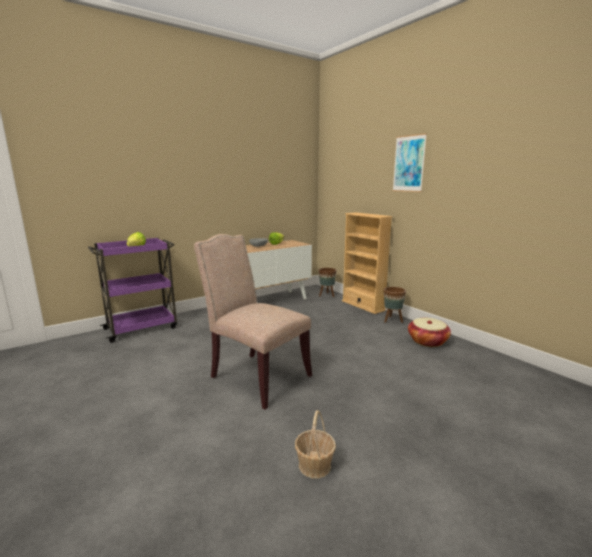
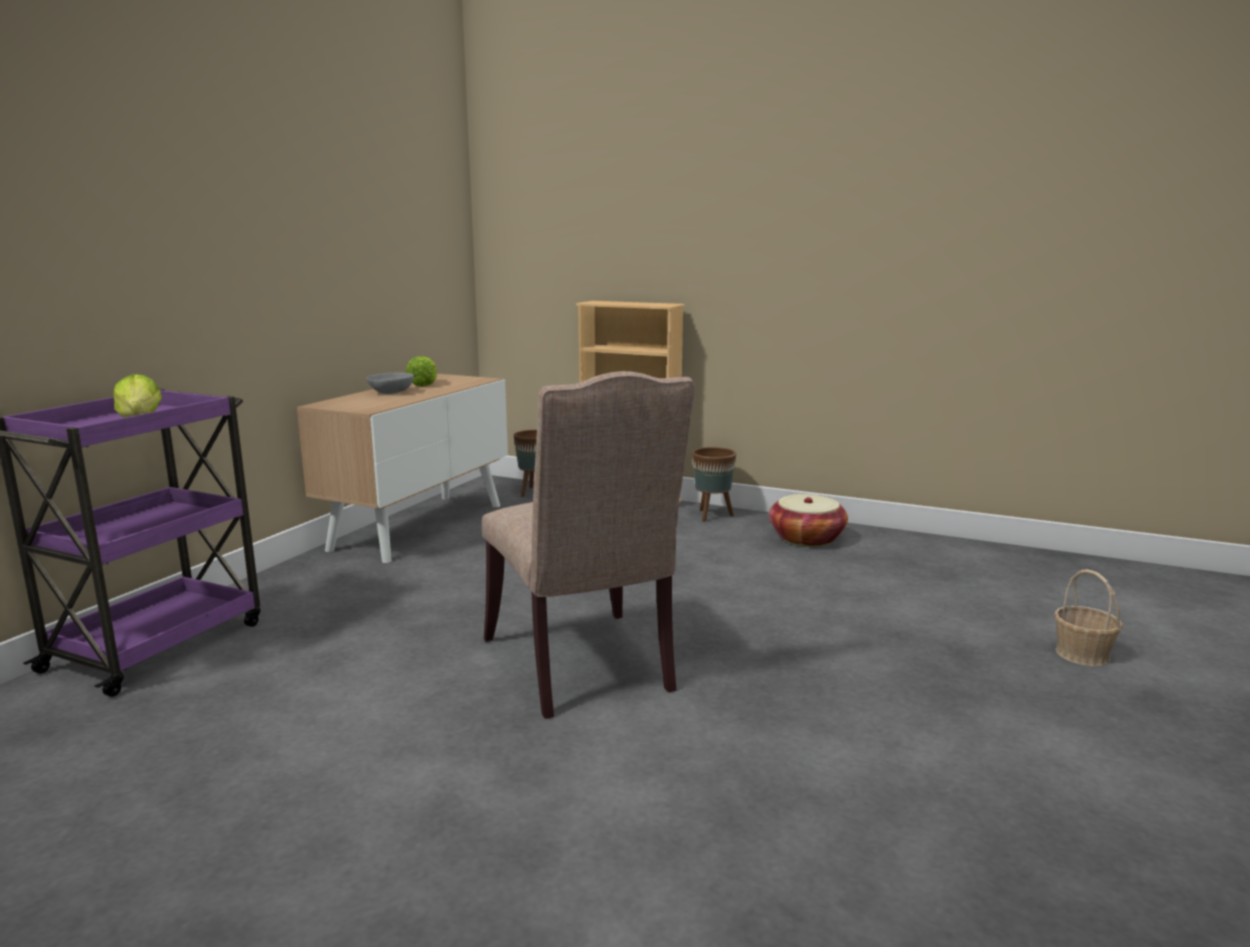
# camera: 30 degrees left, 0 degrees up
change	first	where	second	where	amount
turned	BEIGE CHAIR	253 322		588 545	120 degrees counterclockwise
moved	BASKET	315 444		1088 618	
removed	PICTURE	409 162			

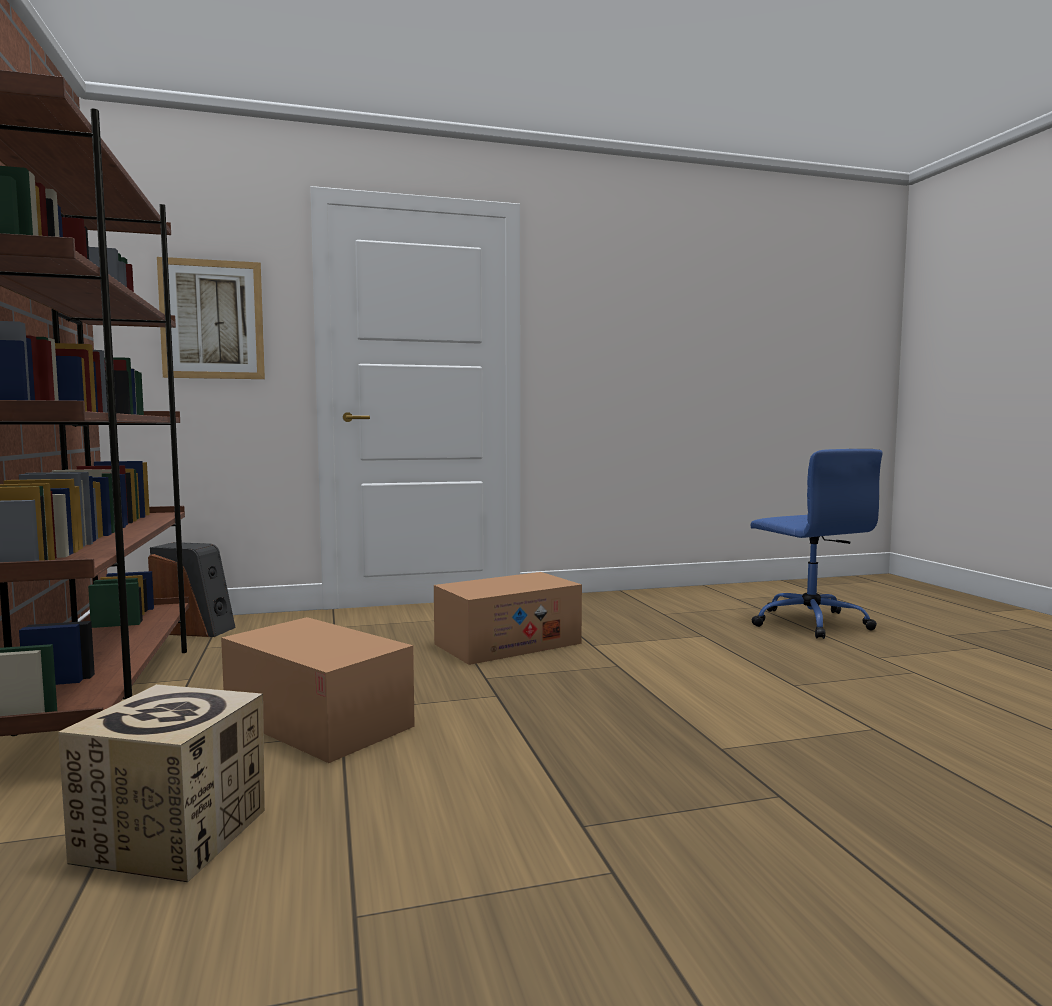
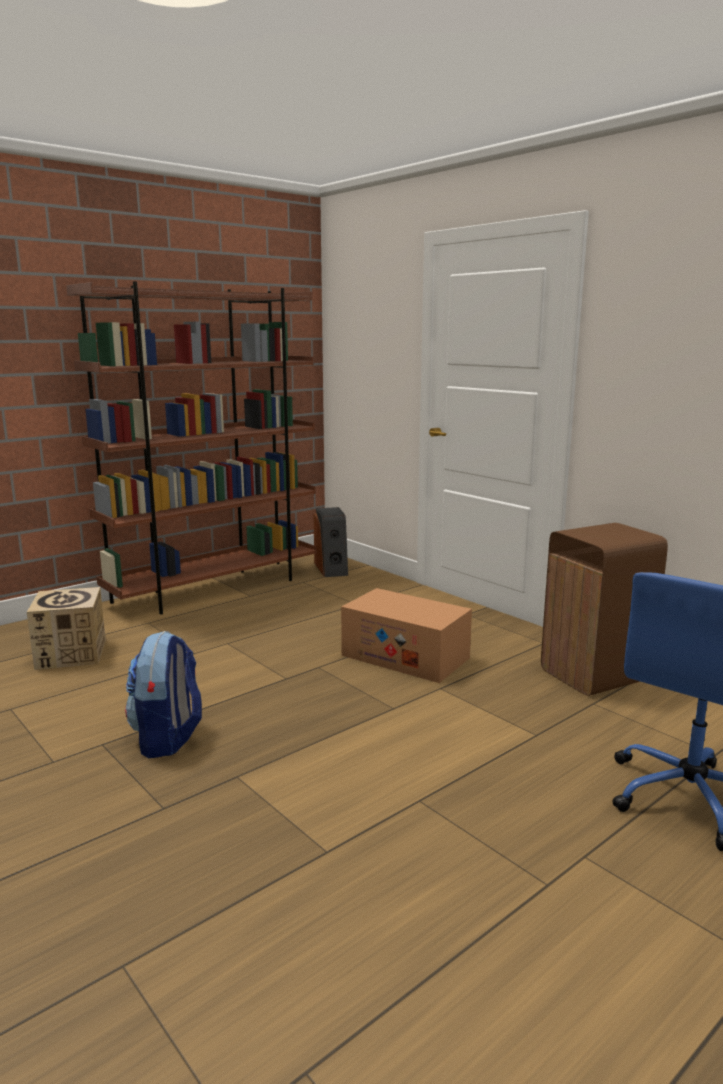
# camera: 65 degrees right, 10 degrees up
change	first	where	second	where	amount
added			BACKPACK	163 694	
added			BROWN TRASH CAN	604 609	
removed	PICTURE	211 318			
removed	CARDBOARD BOX	318 690			

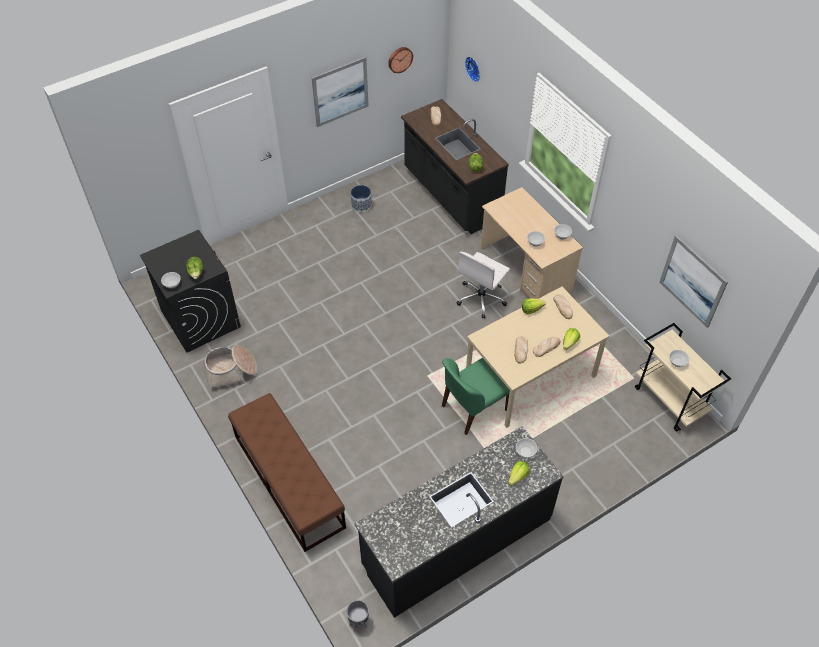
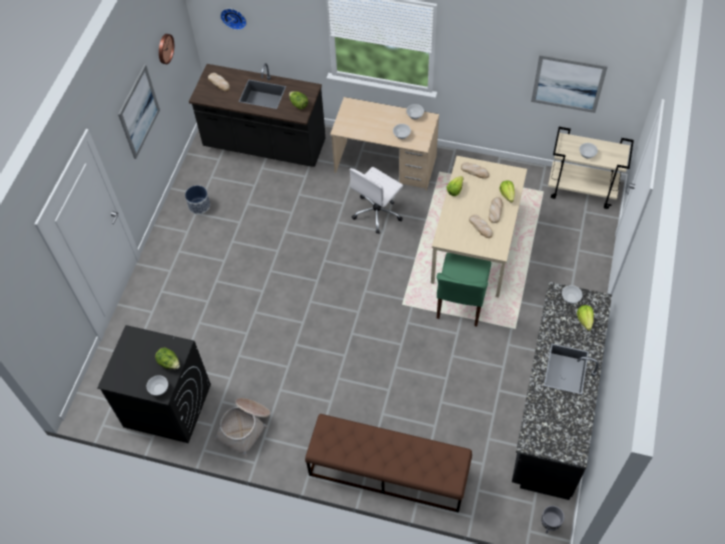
# camera: 40 degrees left, 5 degrees up
change	first	where	second	where	amount
turned	WHITE OFFICE CHAIR	483 285		376 200	45 degrees clockwise

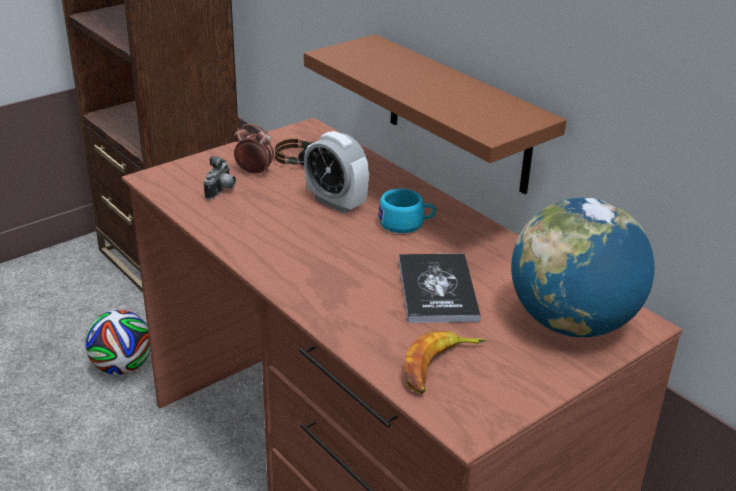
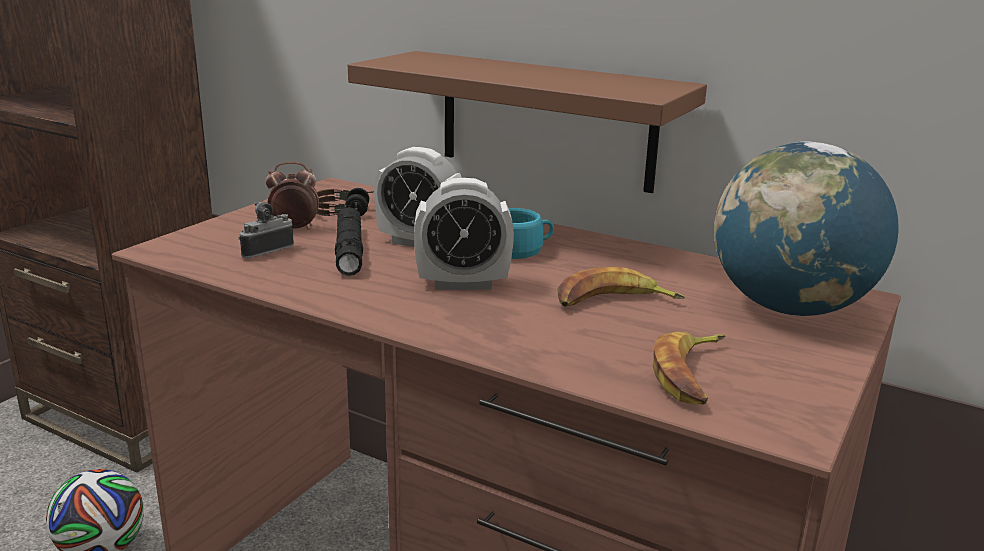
# camera: 20 degrees left, 10 degrees down
change	first	where	second	where	amount
turned	PHOTO CAMERA	220 177		266 230	135 degrees counterclockwise
added			BLACK FLASHLIGHT	349 241	
added			ALARM CLOCK	464 234	
replaced	BOOK	440 288	BANANA	621 287	

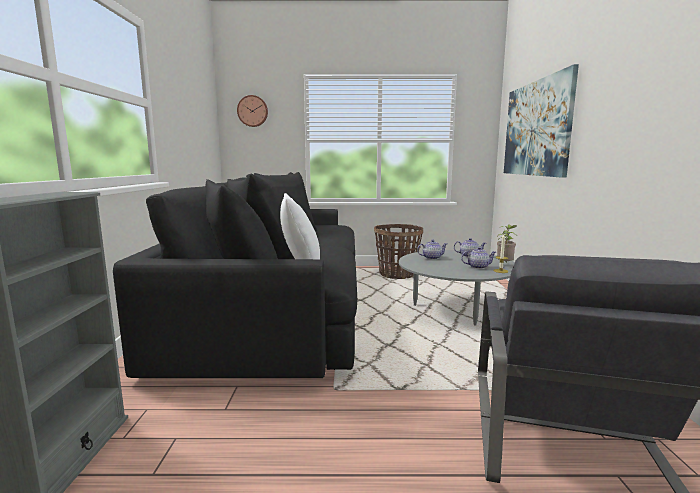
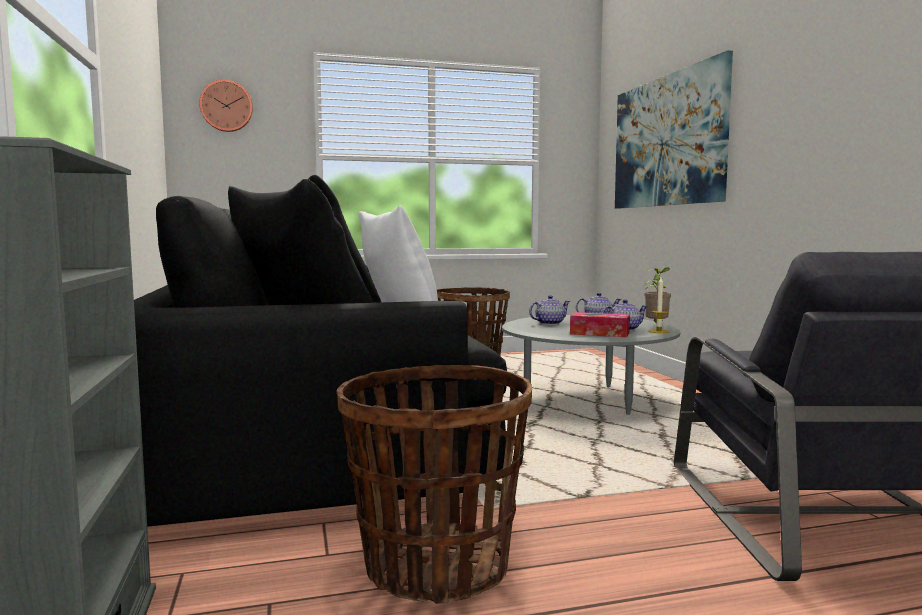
# camera: 15 degrees left, 5 degrees down
change	first	where	second	where	amount
added			BASKET	434 484	
added			TISSUE BOX	600 325	

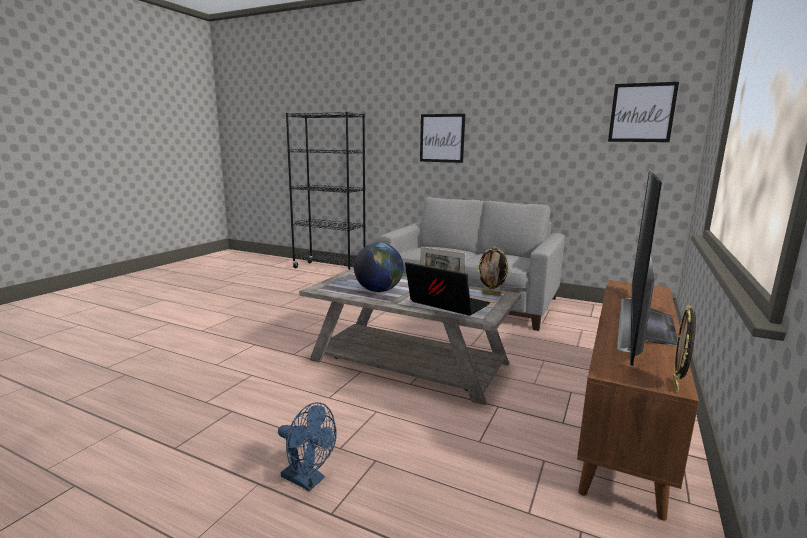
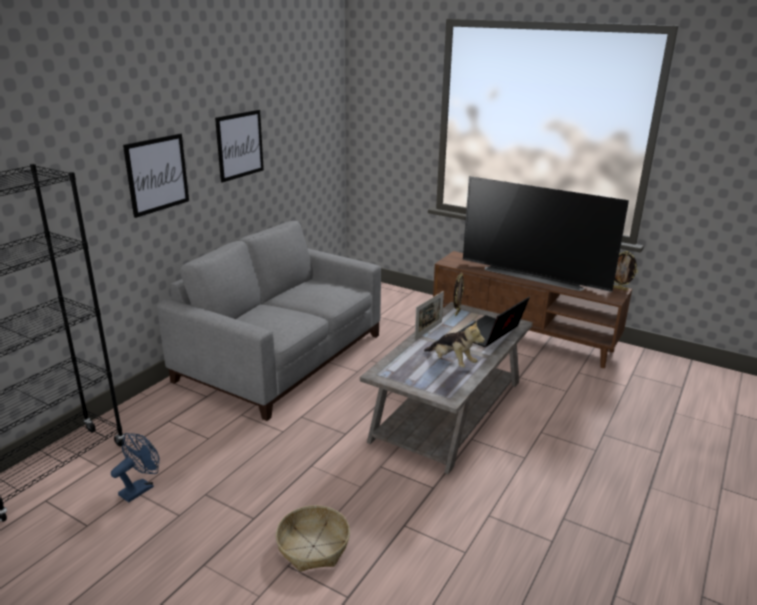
# camera: 85 degrees left, 10 degrees up
change	first	where	second	where	amount
moved	BLUE FAN	307 446		135 467	
moved	PICTURE	643 112		239 146	
added			BASKET	313 538	
replaced	GLOBE	379 267	PLUSH TOY	454 343	

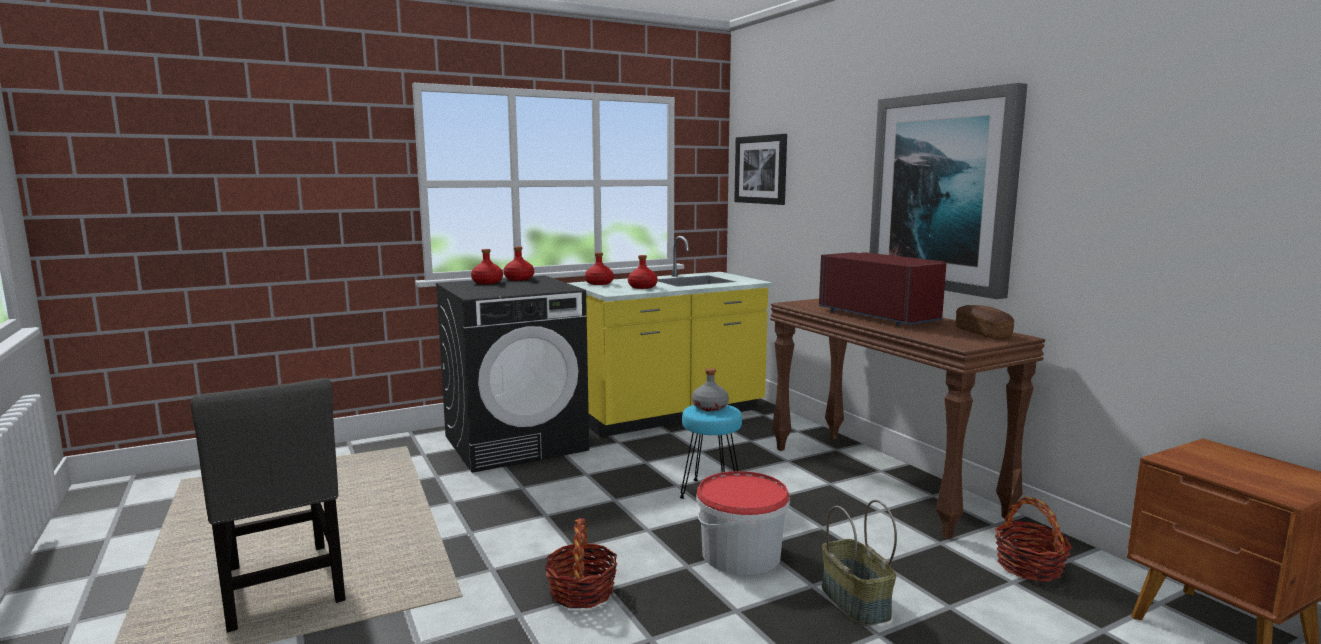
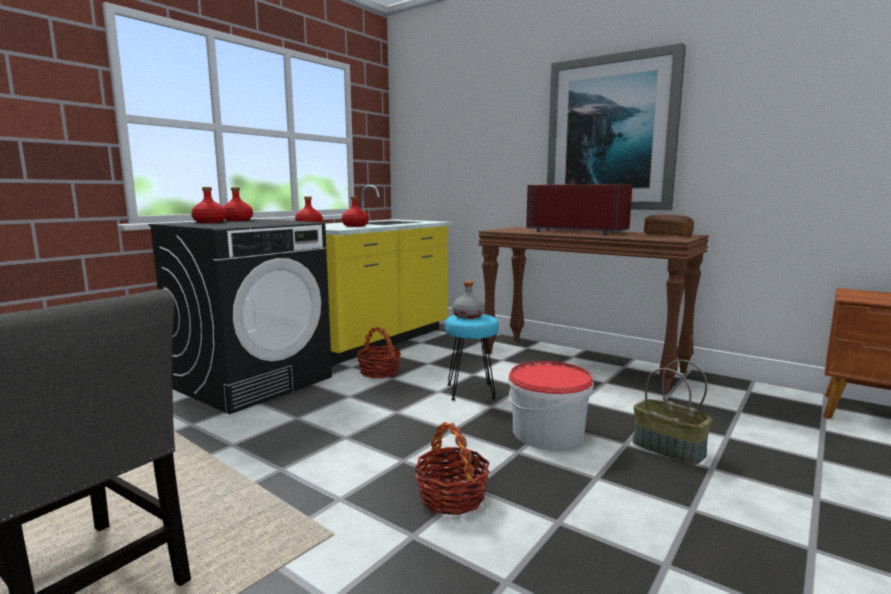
# camera: 25 degrees left, 0 degrees up
change	first	where	second	where	amount
moved	BASKET	1033 539		379 352	
removed	PICTURE	760 169			

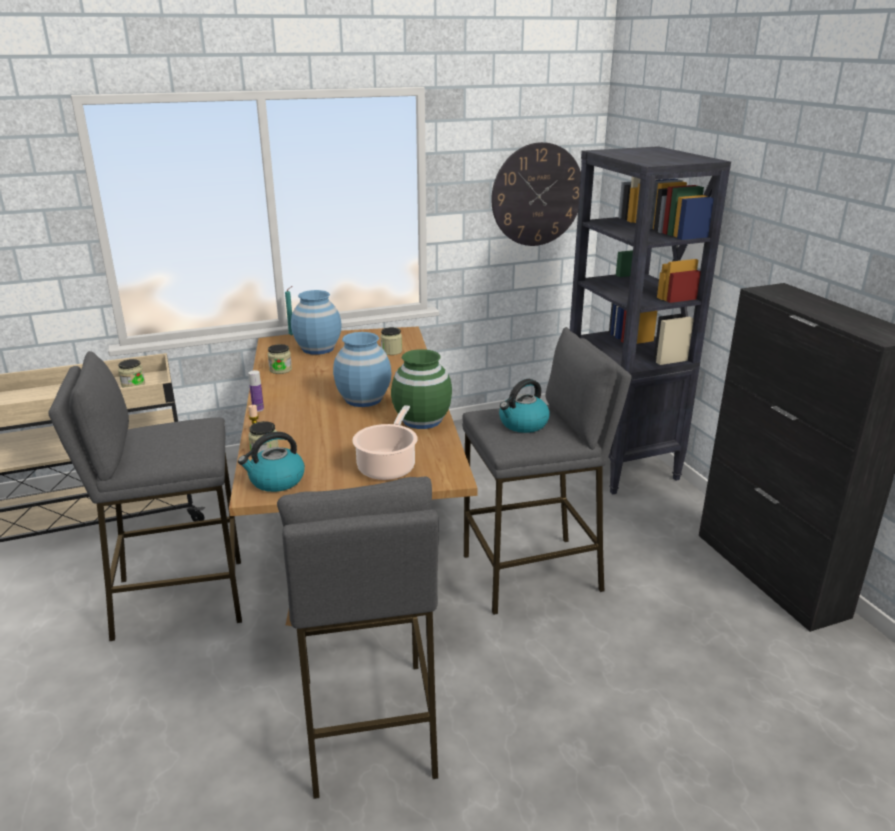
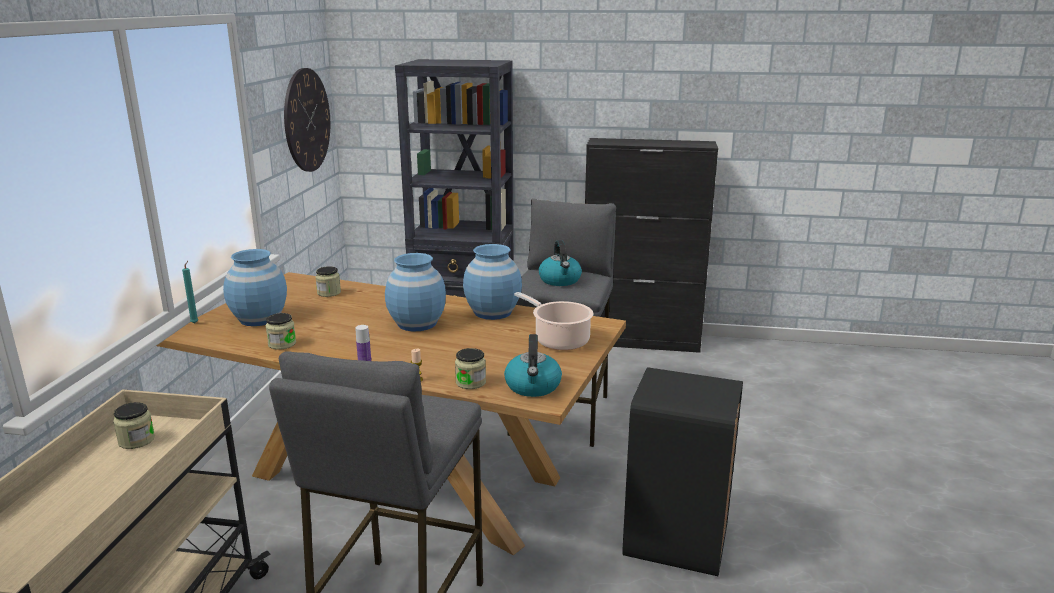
# camera: 60 degrees left, 5 degrees down
change	first	where	second	where	amount
recoloured	GREEN VASE	421 389	BLUE VASE	492 282	
replaced	GREY STOOL	358 638	BLACK TRASH CAN	682 471	

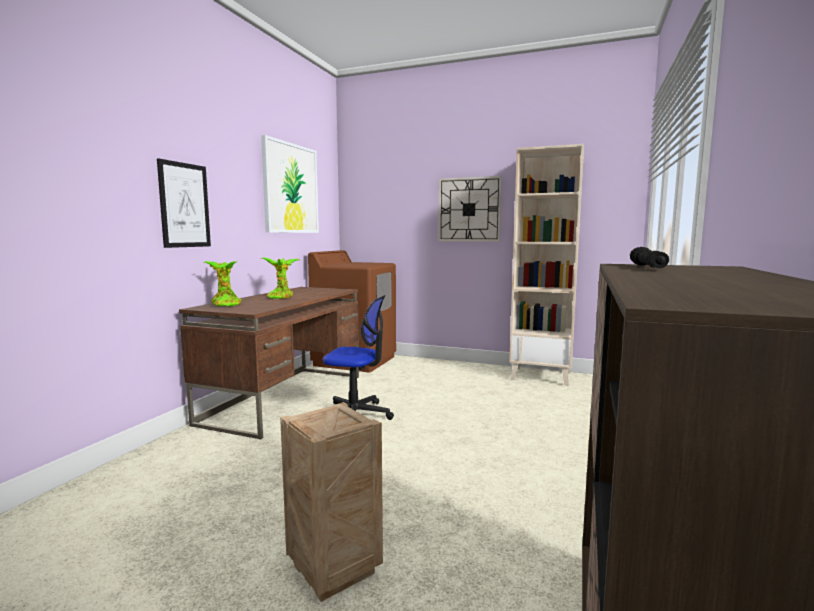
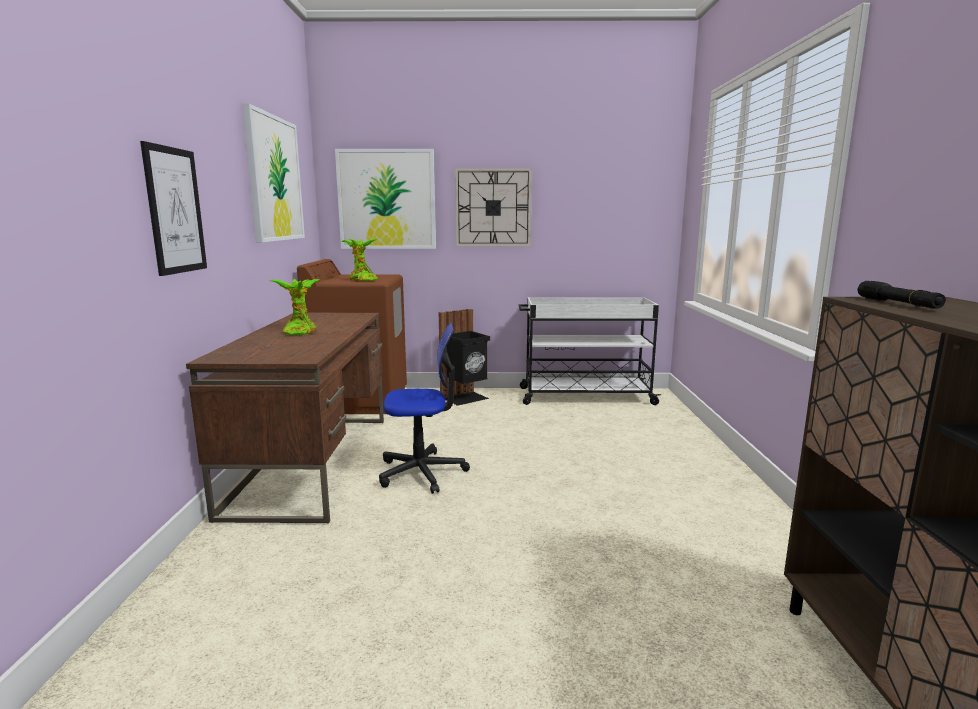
# camera: 20 degrees left, 5 degrees up
change	first	where	second	where	amount
added			PICTURE	385 199	
moved	POTTED PLANT	223 283		359 260	
added			BLACK TRASH CAN	464 357	
replaced	BEIGE BOOKCASE	546 265	WHITE CART	590 351	
removed	CRATE	331 502			

